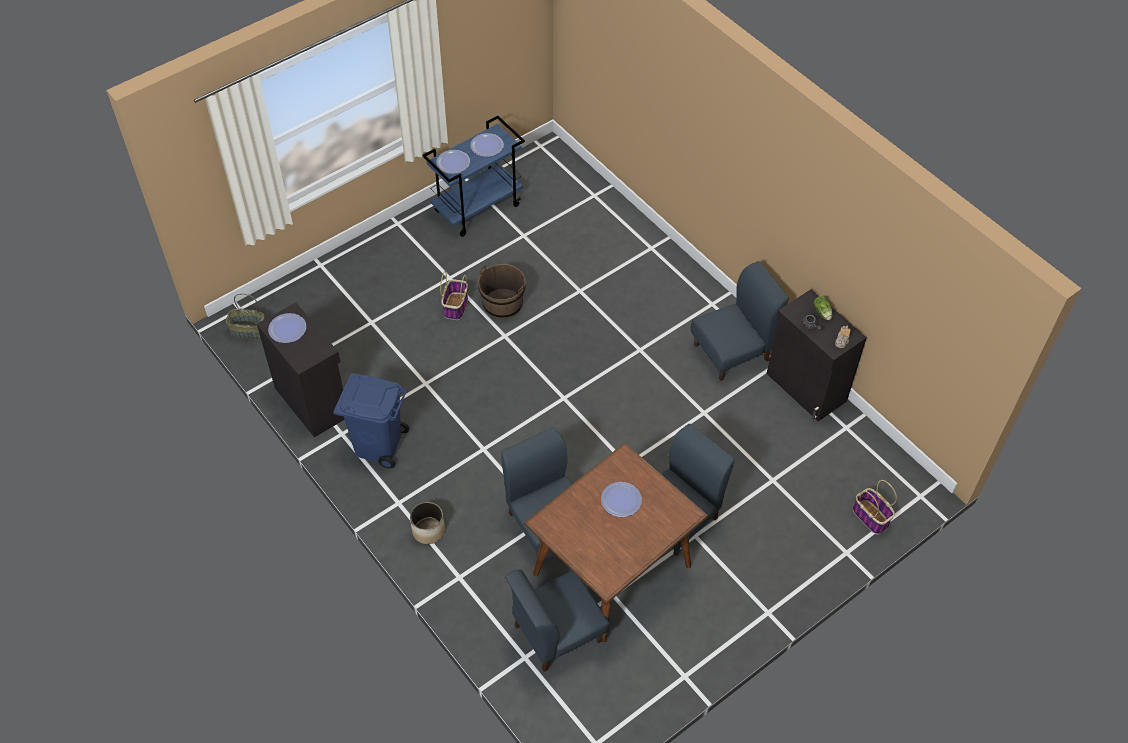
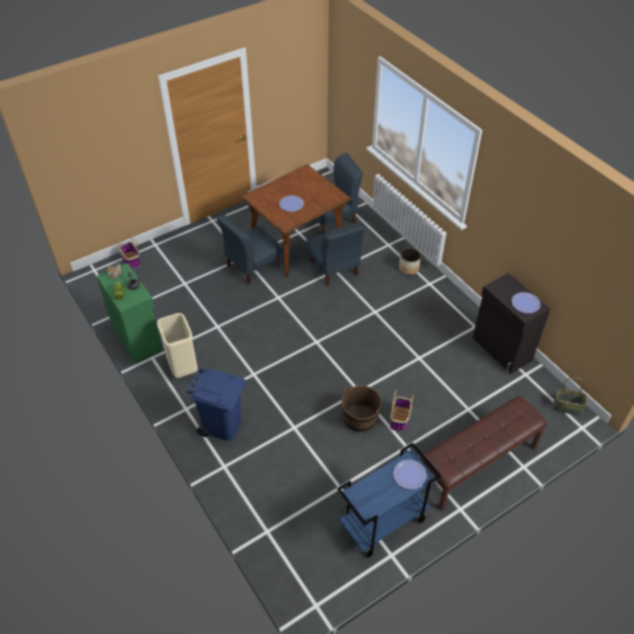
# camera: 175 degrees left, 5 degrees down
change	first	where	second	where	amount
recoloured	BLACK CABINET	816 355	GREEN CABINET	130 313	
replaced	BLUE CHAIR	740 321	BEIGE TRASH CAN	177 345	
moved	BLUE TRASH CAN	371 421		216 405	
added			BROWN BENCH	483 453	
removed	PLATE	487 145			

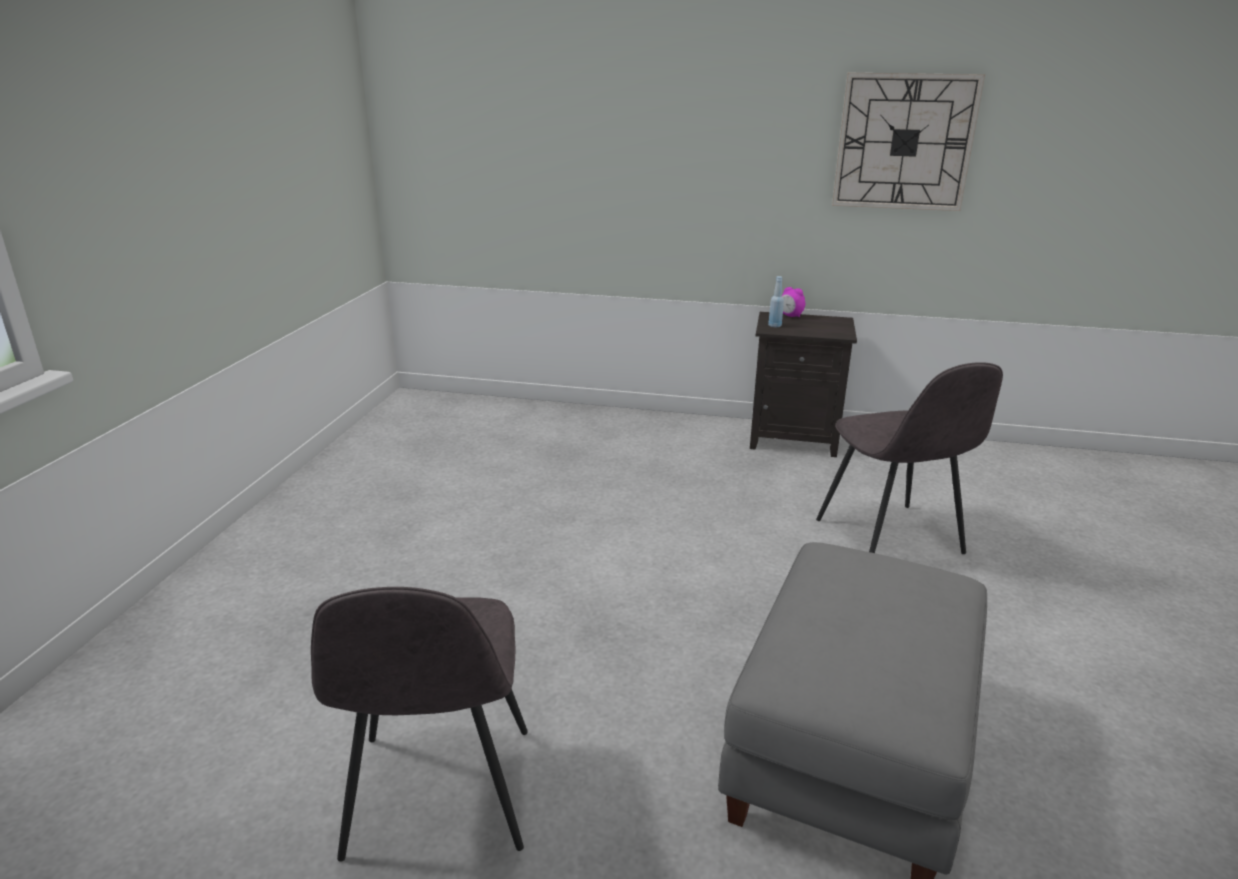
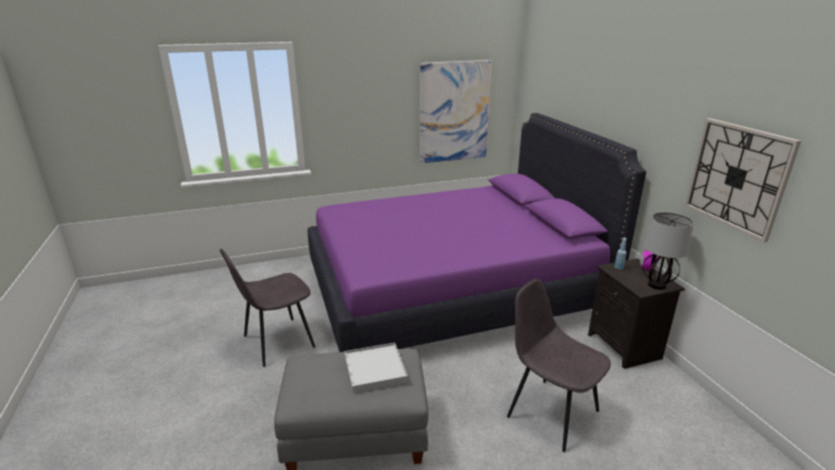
# camera: 60 degrees right, 0 degrees up
change	first	where	second	where	amount
added			PURPLE BED	477 232	
added			WHITE TRAY	376 368	
added			PICTURE	456 111	
turned	GREY CHAIR	909 458		559 365	90 degrees clockwise
added			TABLE LAMP	668 251	

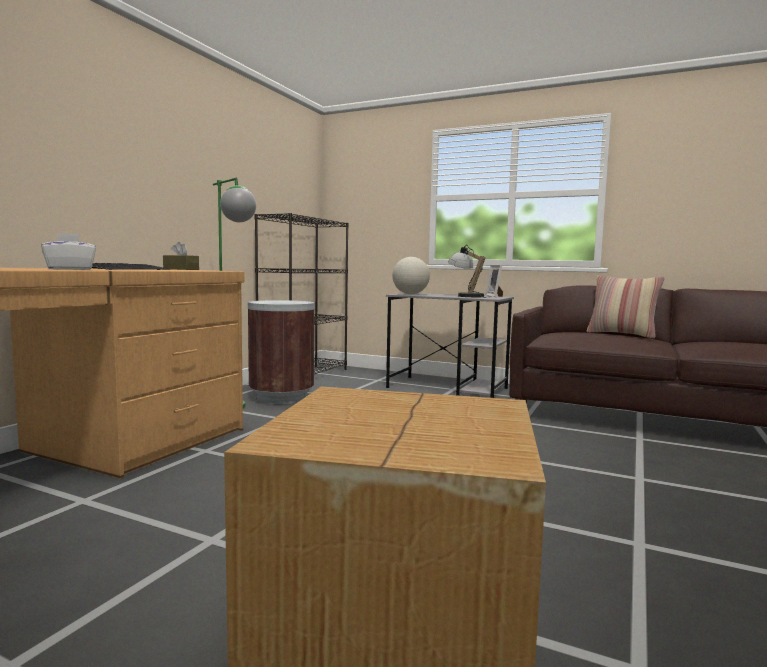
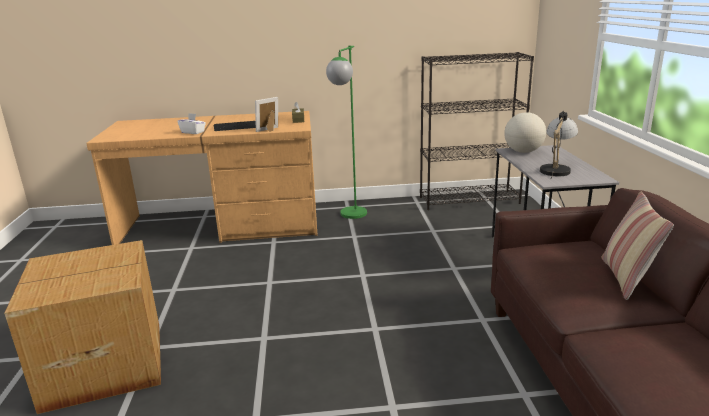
# camera: 60 degrees right, 15 degrees up
change	first	where	second	where	amount
moved	PICTURE FRAME	494 281		266 114	
removed	BROWN TRASH CAN	281 352			

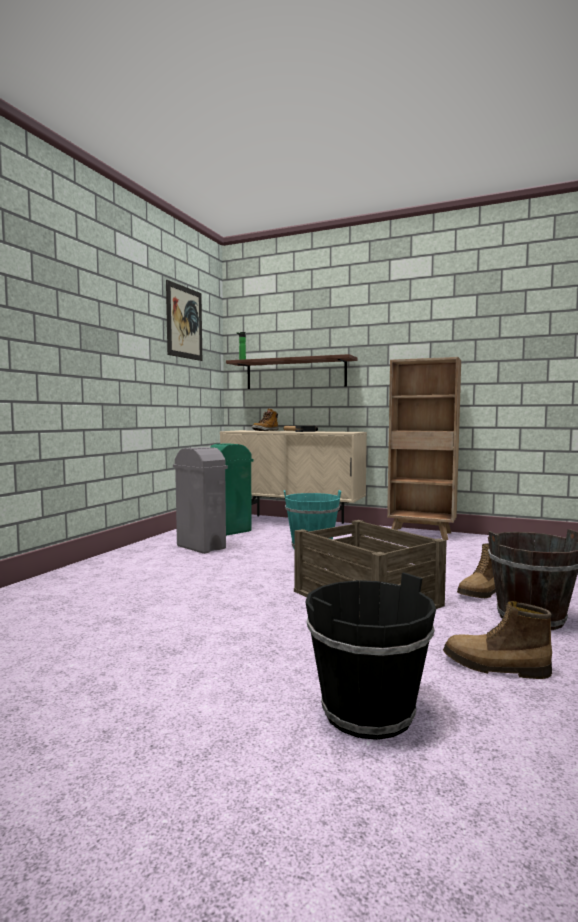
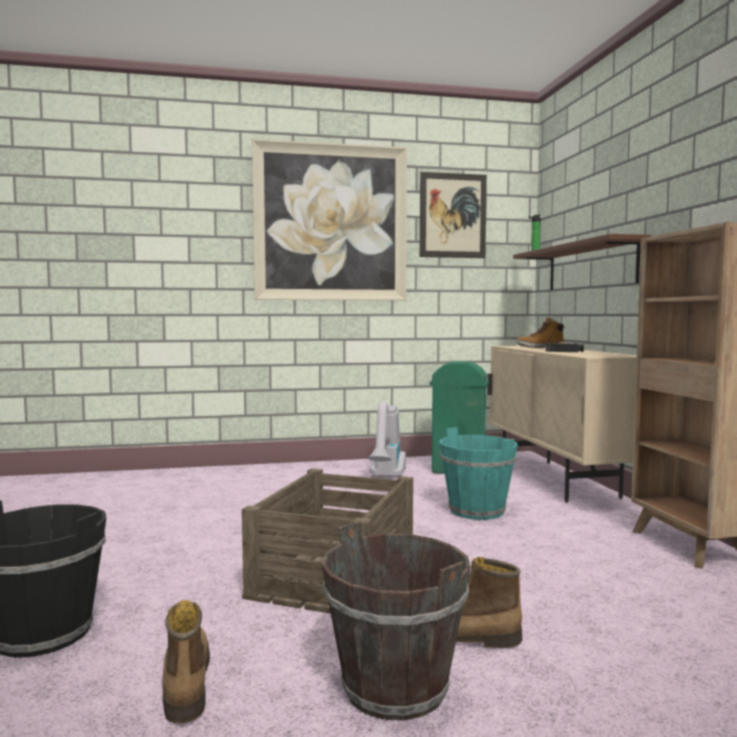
# camera: 55 degrees right, 0 degrees up
change	first	where	second	where	amount
added			PICTURE	329 220	
replaced	GREY TRASH CAN	200 500	VACUUM CLEANER	387 439	

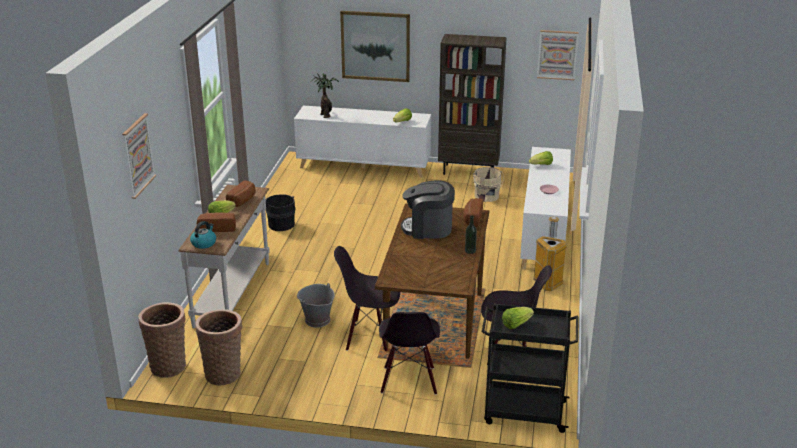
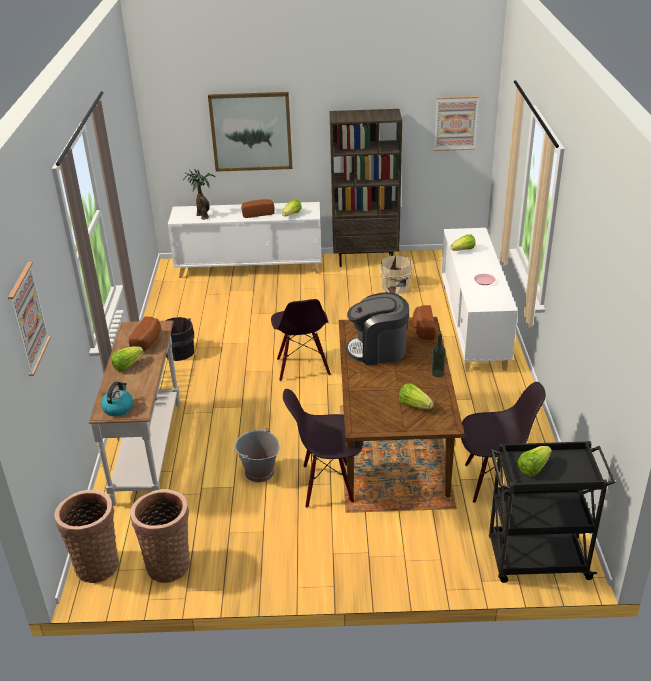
# camera: 10 degrees left, 5 degrees up
change	first	where	second	where	amount
moved	BREAD	216 222		258 208	
moved	BLACK CHAIR	409 353		301 340	
added			LETTUCE	416 396	
removed	TRASH CAN	550 254			

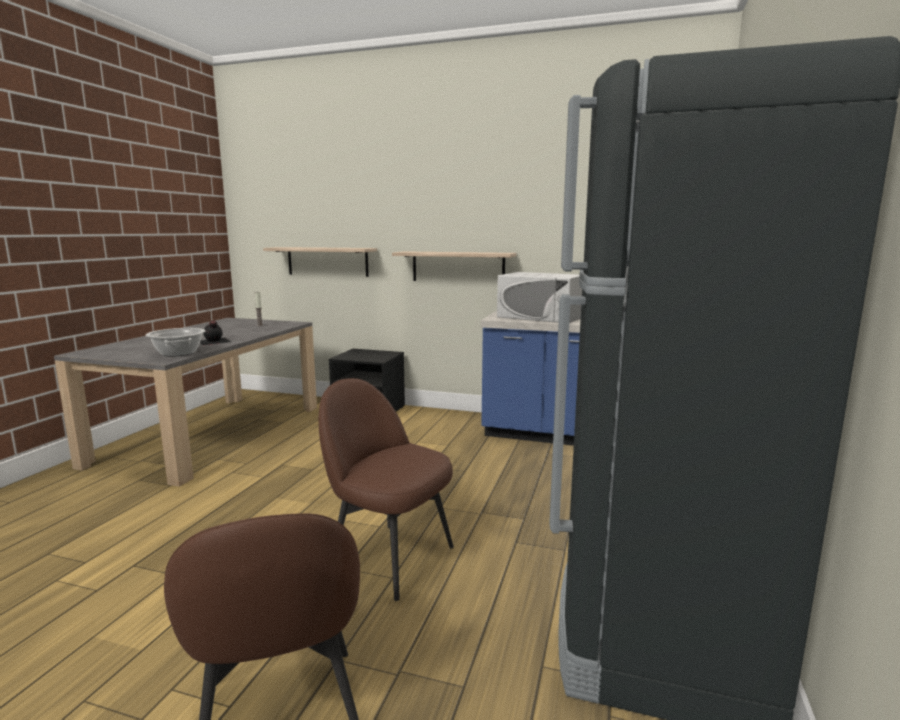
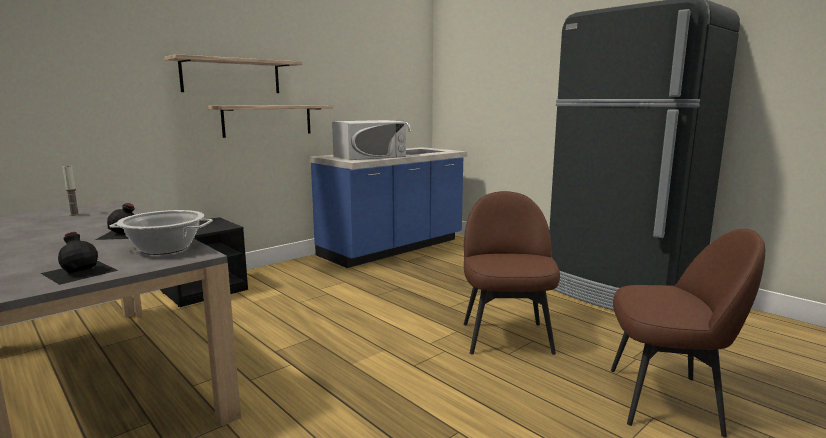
# camera: 60 degrees left, 0 degrees up
change	first	where	second	where	amount
added			BLACK BOTTLE	80 258	
moved	SHELF	320 262		233 73	
turned	BROWN CHAIR	386 489		512 273	120 degrees clockwise

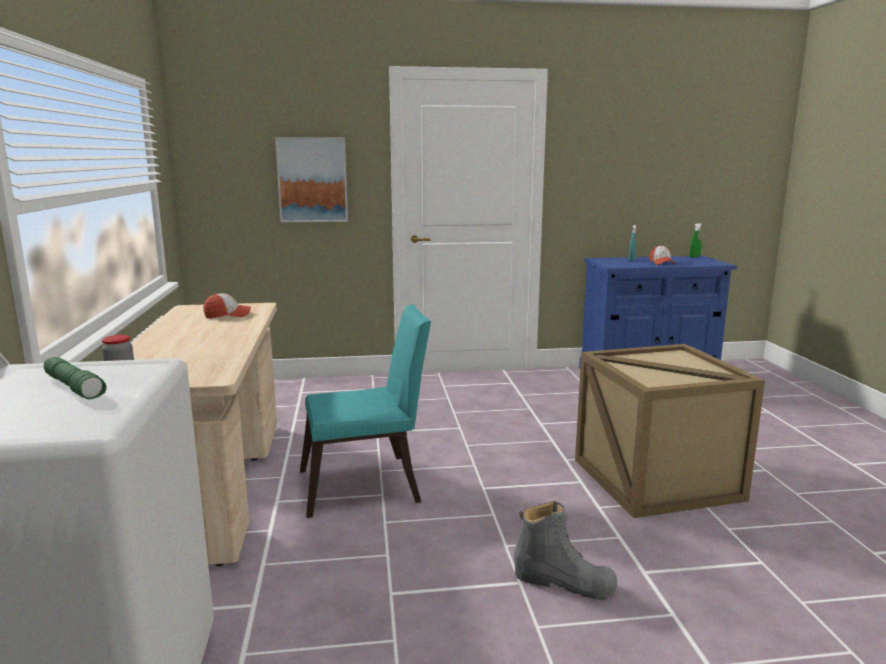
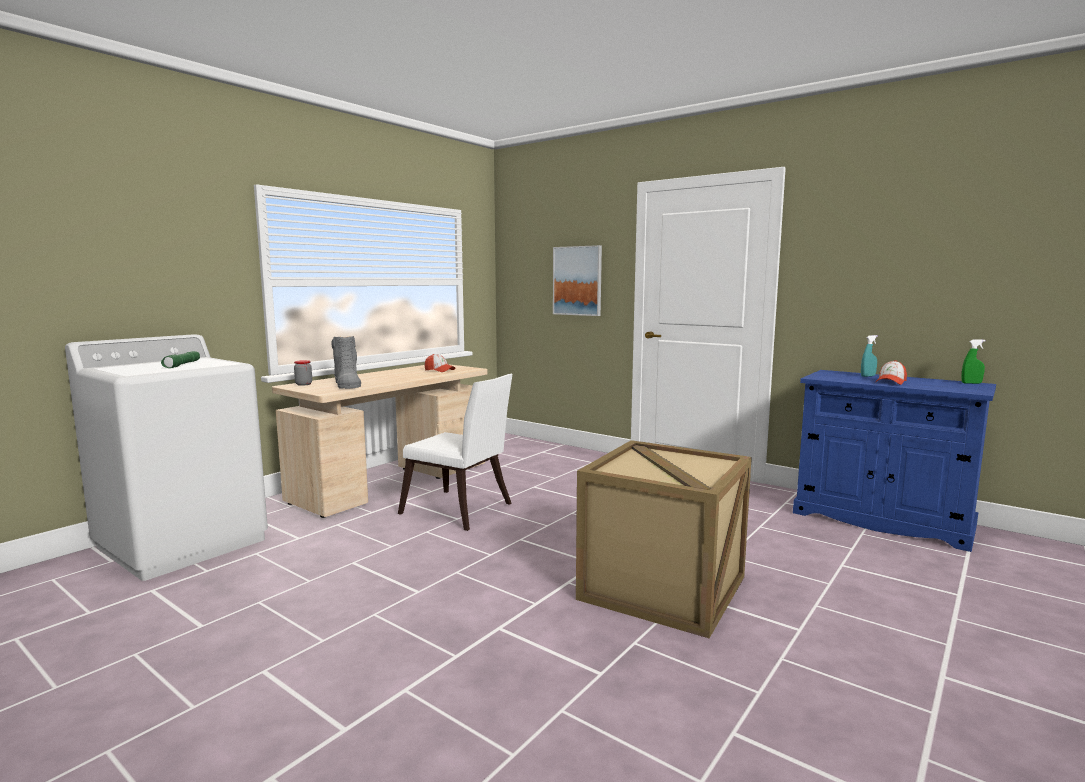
# camera: 45 degrees right, 5 degrees down
change	first	where	second	where	amount
moved	GREY BOOT	565 550		346 362	
recoloured	TURQUOISE CHAIR	365 411	WHITE CHAIR	455 452	

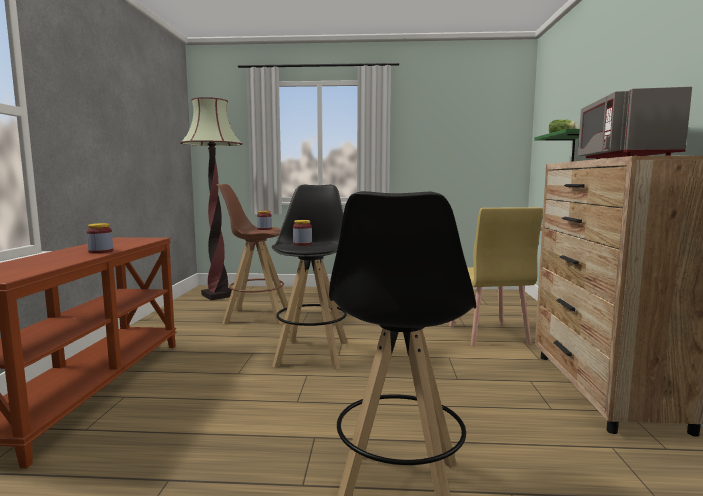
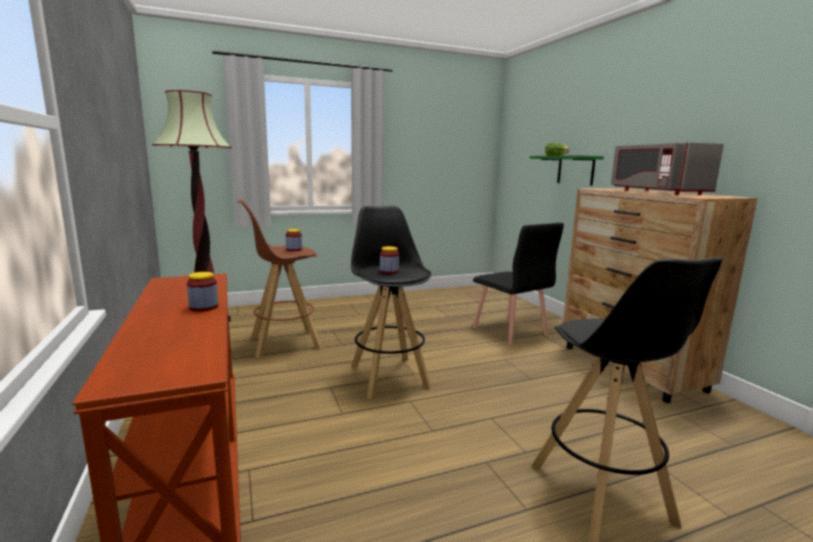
# camera: 25 degrees left, 5 degrees up
change	first	where	second	where	amount
recoloured	YELLOW CHAIR	496 277	BLACK CHAIR	518 284	

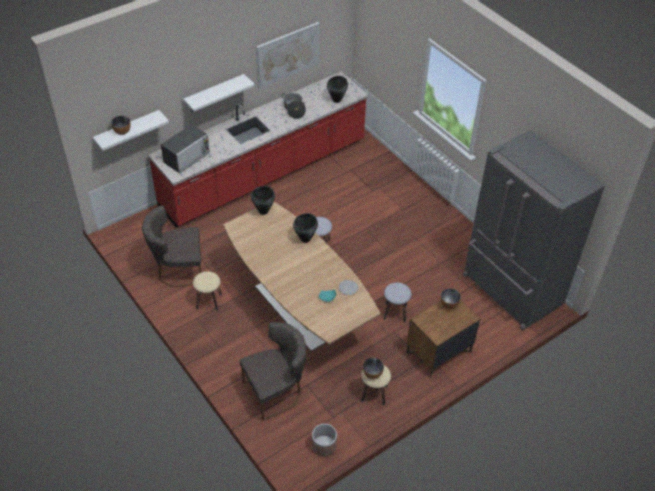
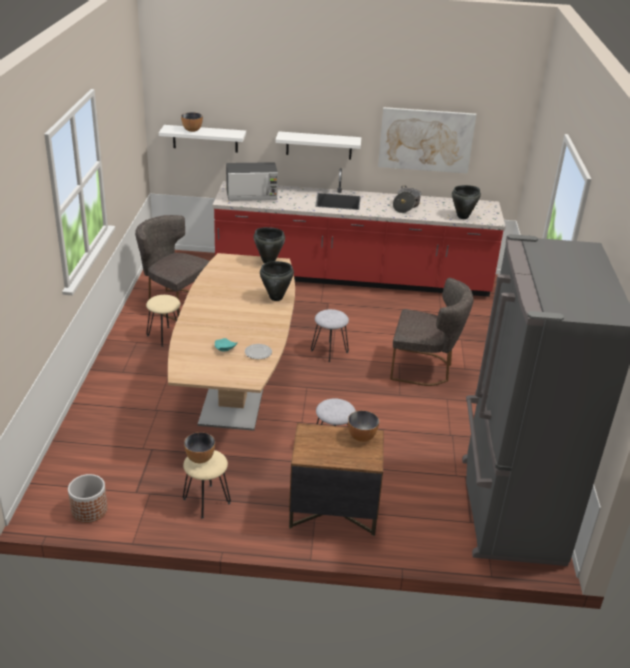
# camera: 40 degrees right, 15 degrees down
change	first	where	second	where	amount
moved	GREY CHAIR	273 371		432 332	

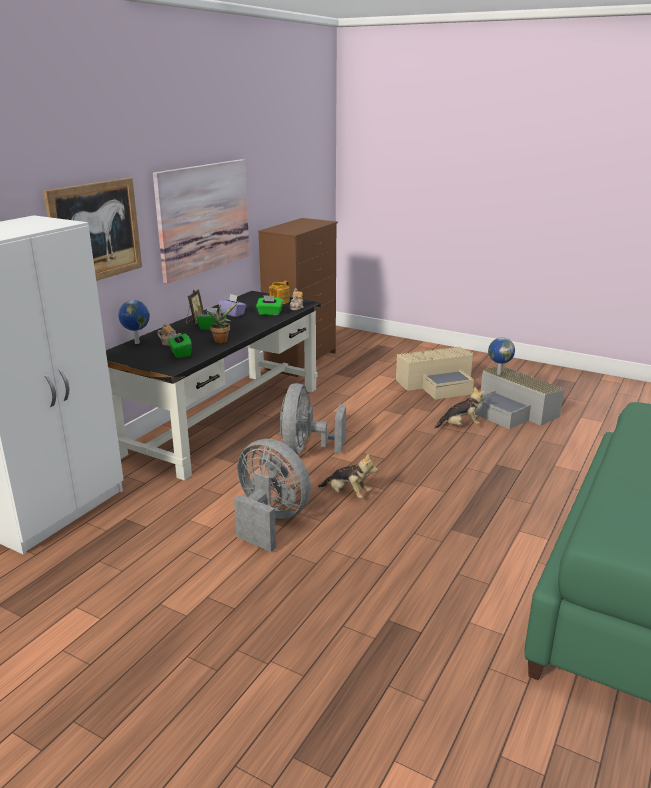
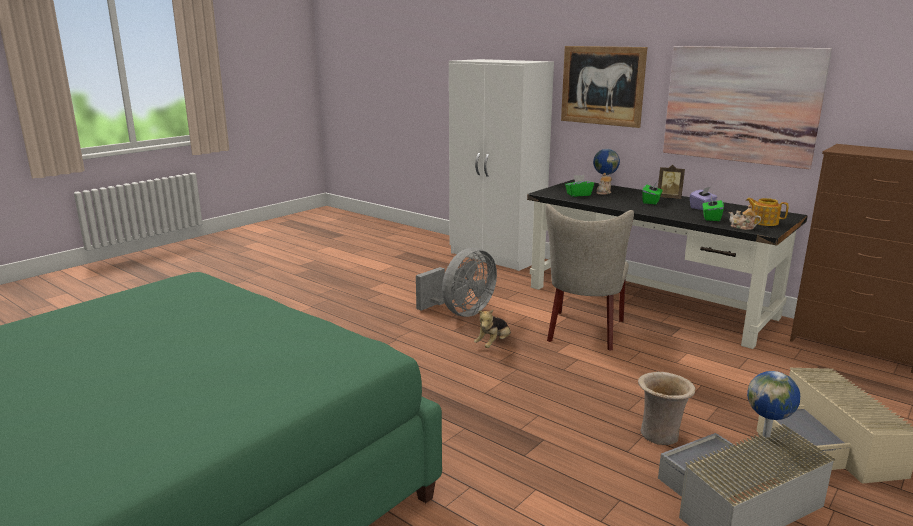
# camera: 100 degrees right, 5 degrees down
change	first	where	second	where	amount
replaced	GREY FAN	313 418	BEIGE CHAIR	589 277	
replaced	PLUSH TOY	459 408	BEIGE VASE	667 408	
removed	POTTED PLANT	222 322			

